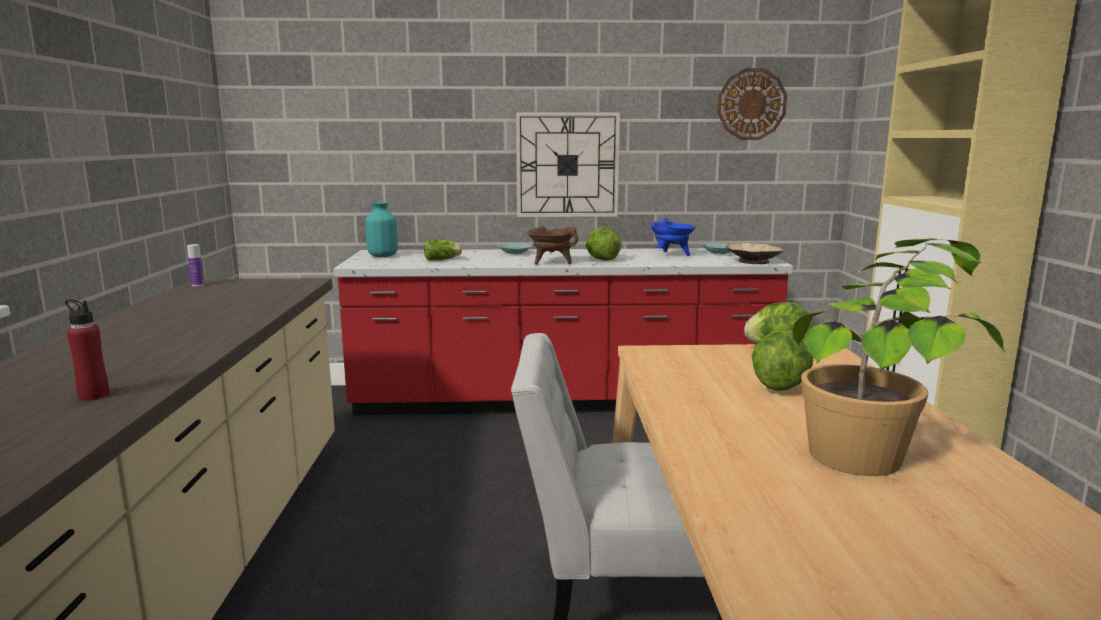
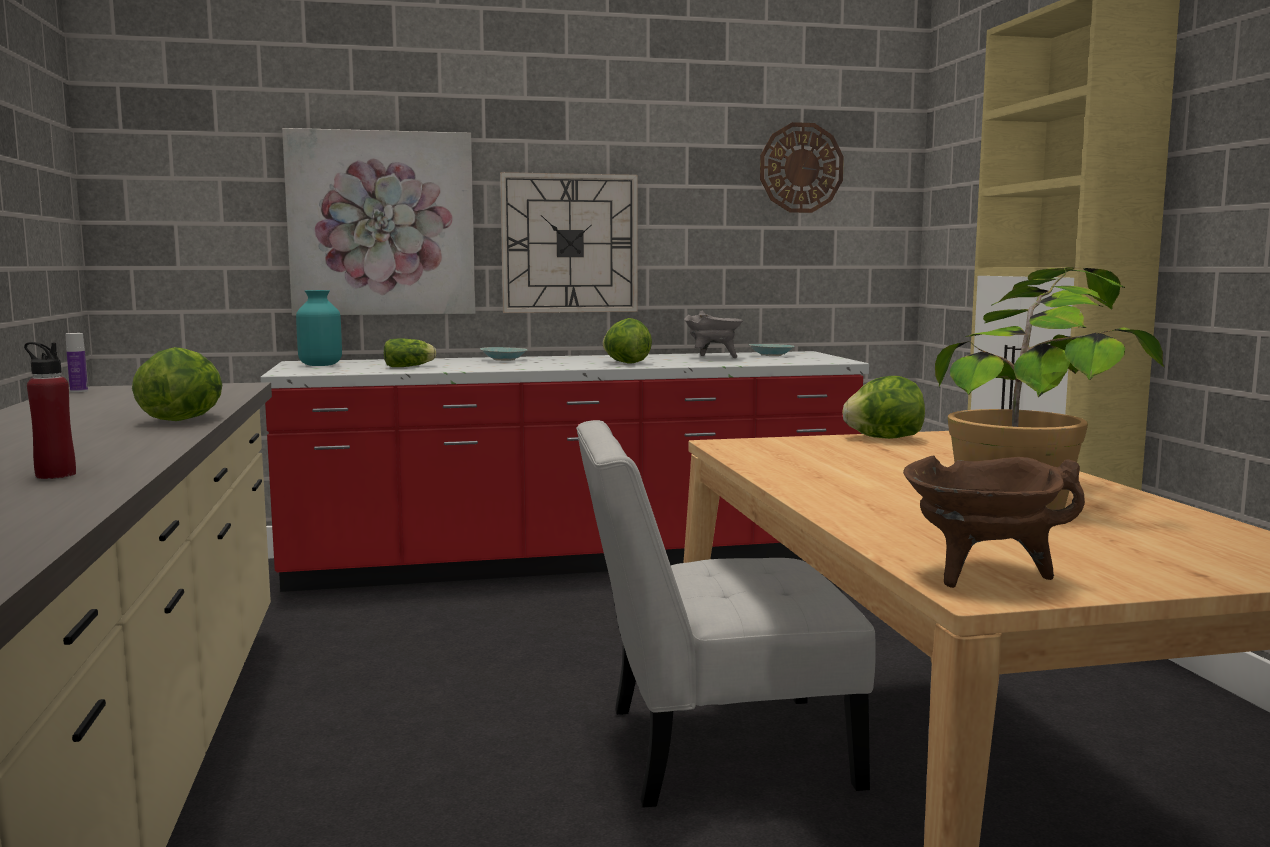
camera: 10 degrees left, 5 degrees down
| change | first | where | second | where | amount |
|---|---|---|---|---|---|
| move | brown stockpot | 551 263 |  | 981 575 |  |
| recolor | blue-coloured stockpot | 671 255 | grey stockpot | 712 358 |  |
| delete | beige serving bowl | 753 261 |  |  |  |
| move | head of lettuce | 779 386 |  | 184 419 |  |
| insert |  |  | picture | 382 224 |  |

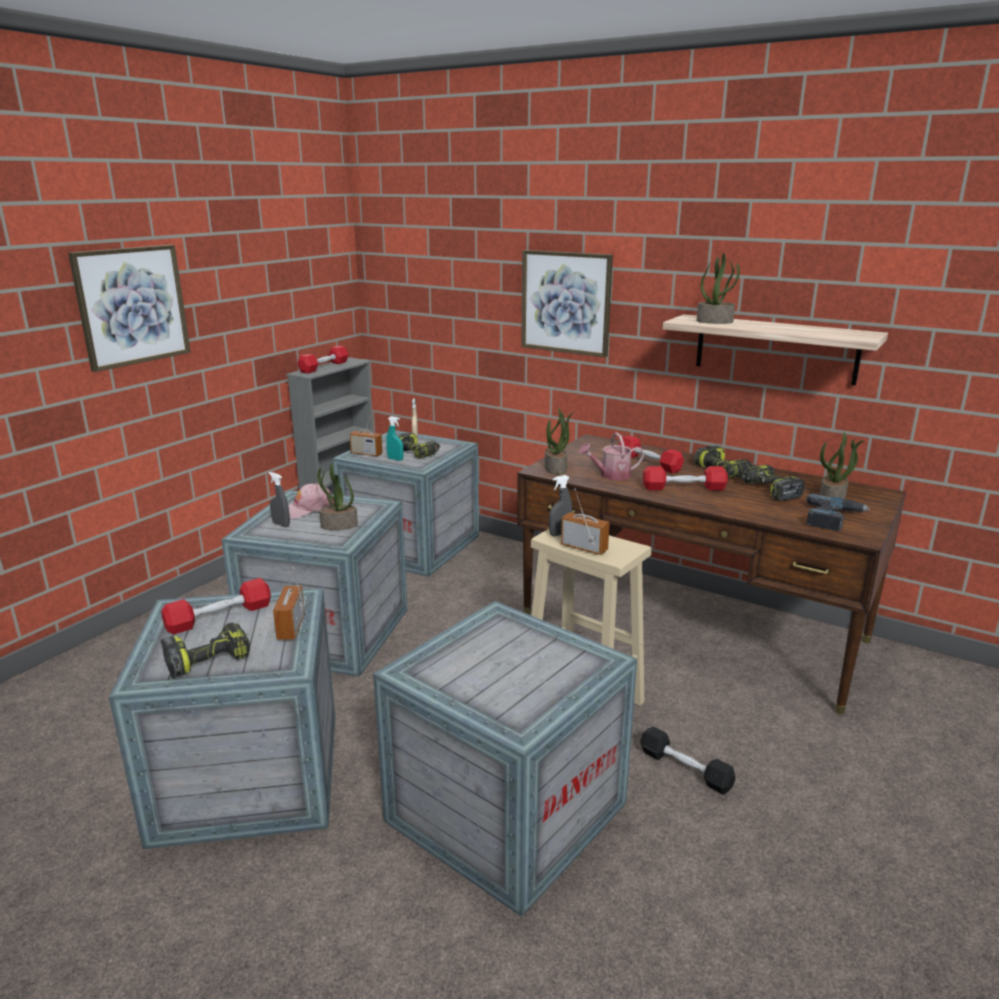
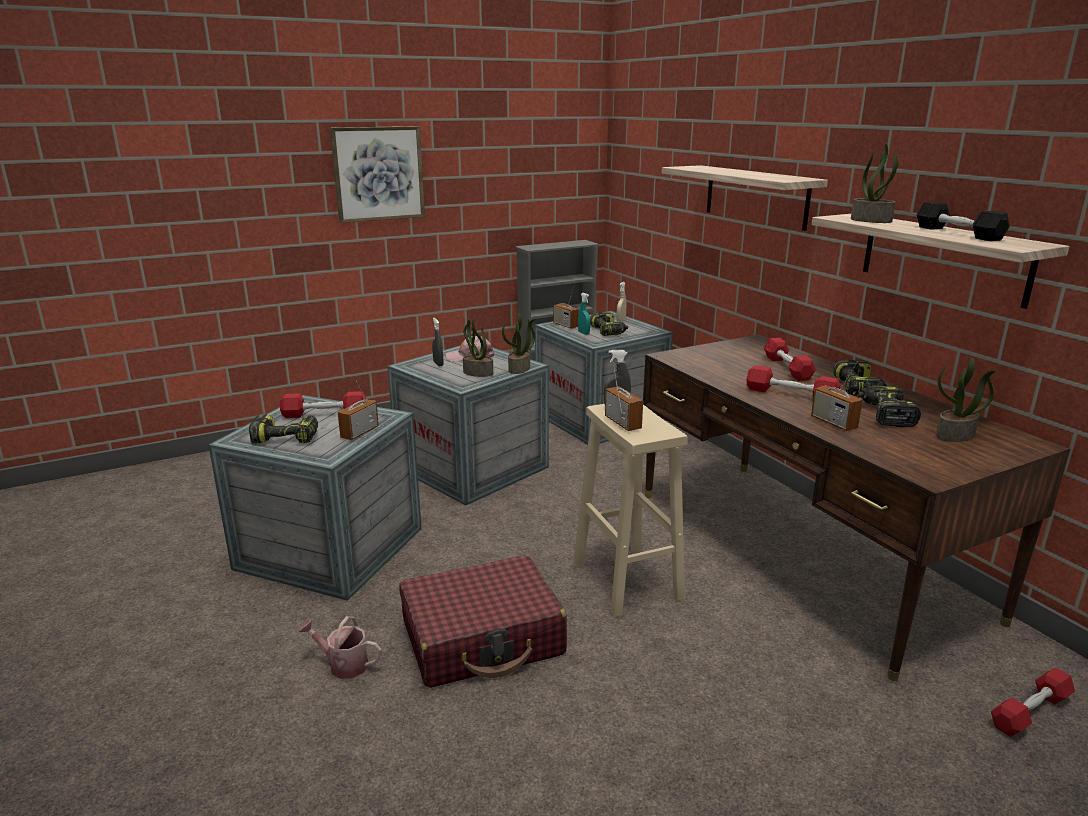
camera: 30 degrees right, 0 degrees up
| change | first | where | second | where | amount |
|---|---|---|---|---|---|
| move | red hand weight | 324 367 |  | 1030 711 |  |
| replace | crate | 508 810 | red piece of luggage | 483 638 |  |
| replace | picture | 566 302 | shelf | 755 196 |  |
| move | houseplant | 556 468 |  | 519 369 |  |
| move | sprinkling can | 611 475 |  | 343 664 |  |
| move | black hand weight | 685 769 |  | 957 233 |  |
| delete | electric drill | 833 518 |  |  |  |
| insert |  |  | radio | 833 423 |  |

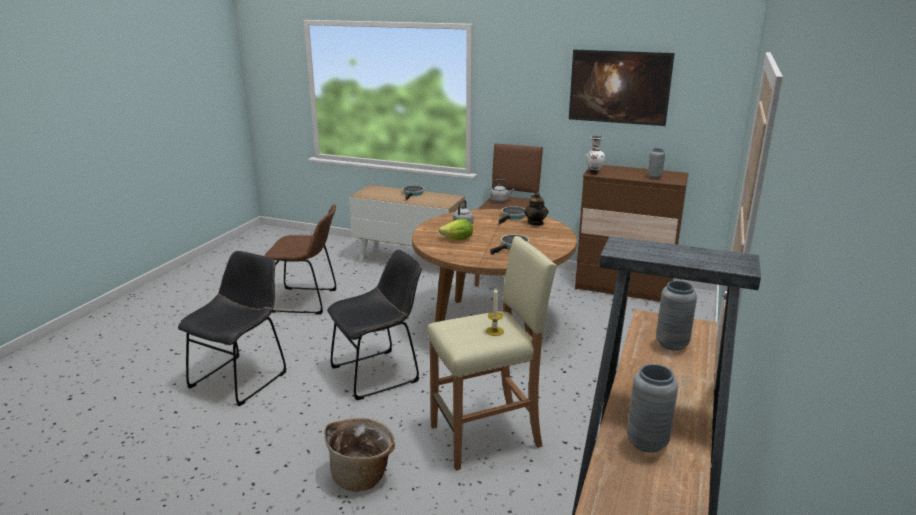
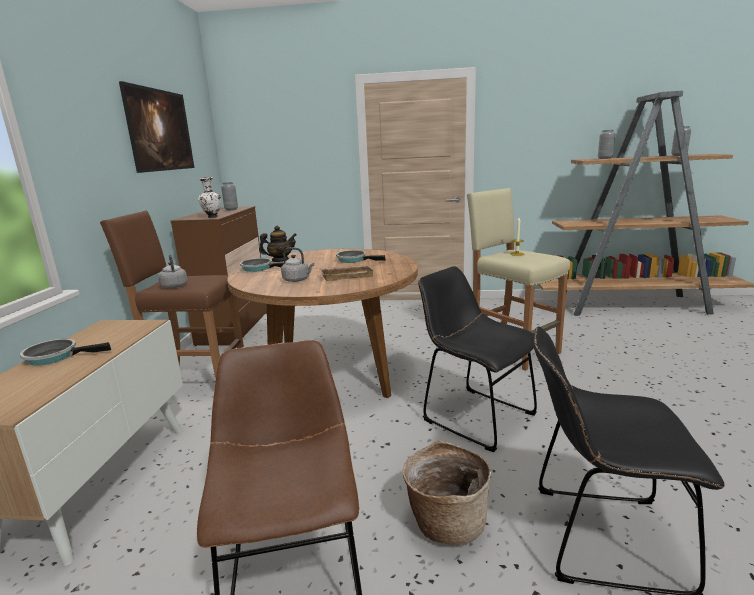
camera: 105 degrees left, 5 degrees down
| change | first | where | second | where | amount |
|---|---|---|---|---|---|
| move | basket | 362 475 |  | 445 521 |  |
| replace | head of lettuce | 458 239 | beige carrying tray | 347 276 |  |

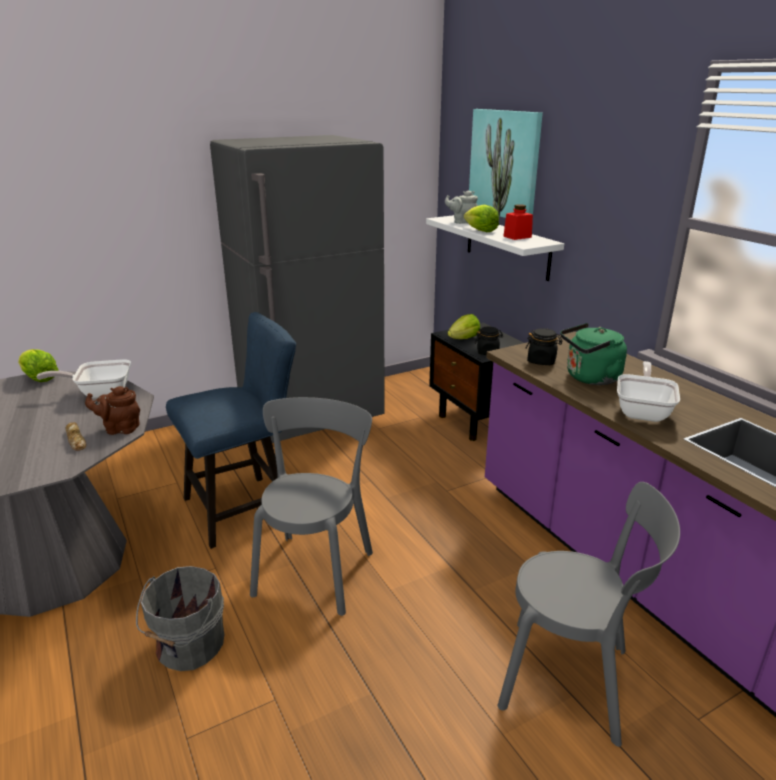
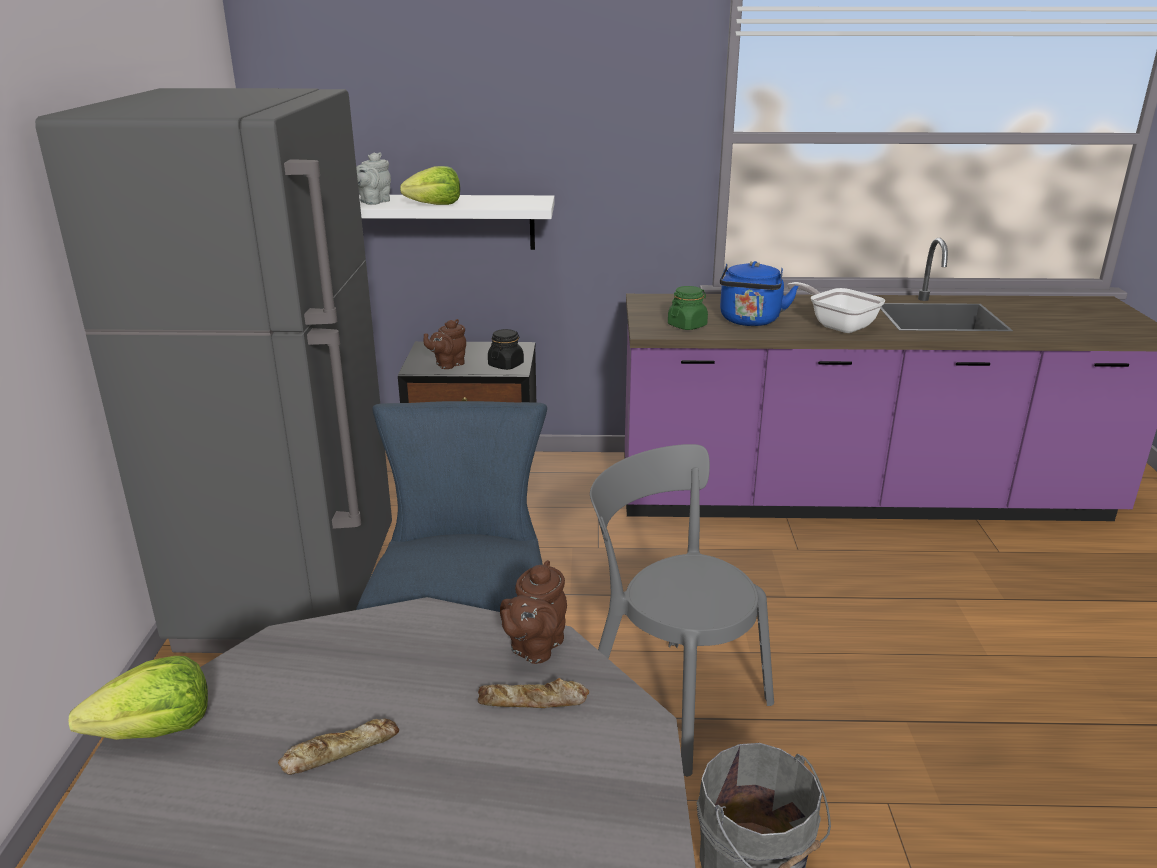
camera: 60 degrees left, 0 degrees up
| change | first | where | second | where | amount |
|---|---|---|---|---|---|
| delete | frying pan | 100 393 |  |  |  |
| replace | head of lettuce | 464 339 | brown pot for tea | 448 364 |  |
| delete | picture | 504 164 |  |  |  |
| delete | grey upright chair | 572 680 |  |  |  |
| delete | red storage jar | 517 237 |  |  |  |
| recolor | black storage jar | 541 361 | greenish storage jar | 687 325 |  |
| recolor | greenish water kettle | 590 378 | blue-coloured water kettle | 750 321 |  |
| insert |  |  | baked bread | 340 751 |  |

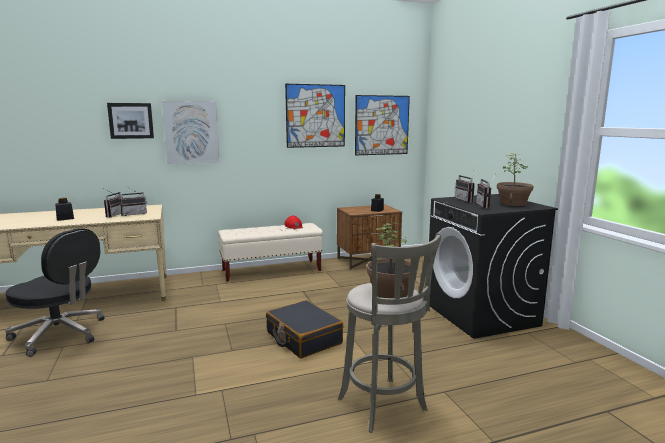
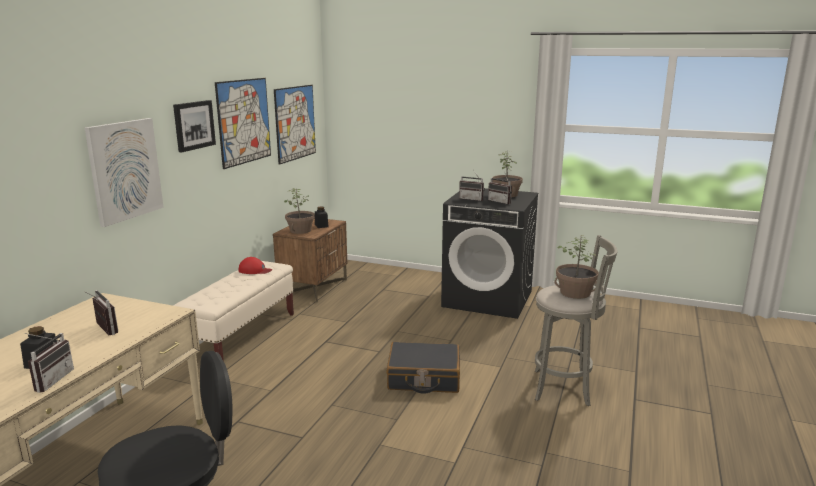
camera: 50 degrees left, 5 degrees up
| change | first | where | second | where | amount |
|---|---|---|---|---|---|
| move | picture | 131 120 |  | 193 125 |  |
| move | radio | 134 214 |  | 50 380 |  |
| insert |  |  | houseplant | 300 230 |  |

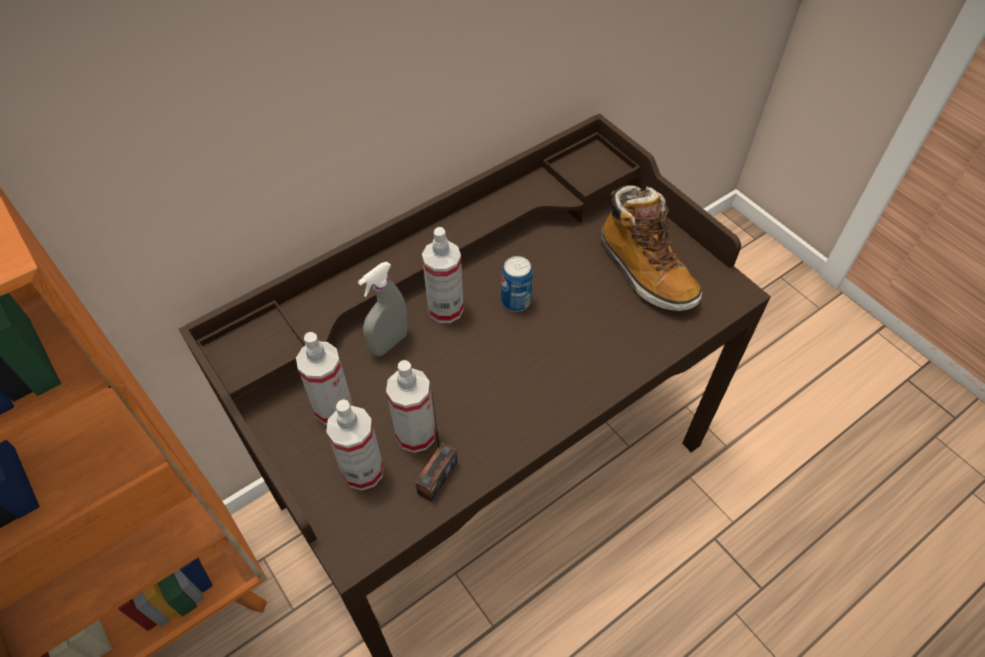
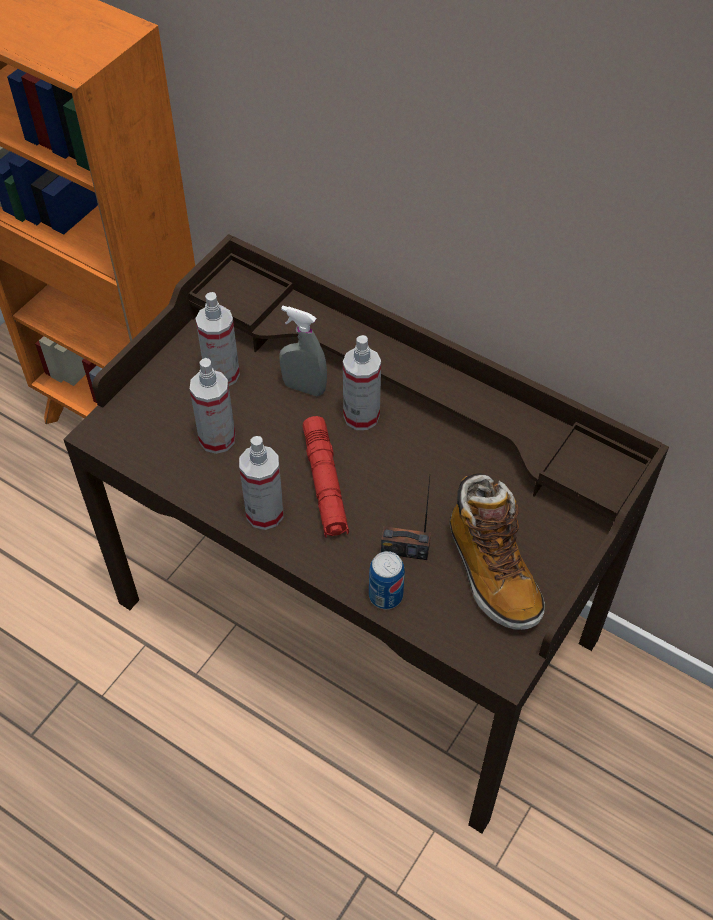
camera: 70 degrees right, 0 degrees up
| change | first | where | second | where | amount |
|---|---|---|---|---|---|
| move | sprayer | 363 471 |  | 264 513 |  |
| move | radio | 437 477 |  | 405 549 |  |
| move | metal can | 516 301 |  | 385 595 |  |
| rotate | tall boot | 645 271 |  | 491 572 | 60 degrees counterclockwise |
| insert |  |  | red hand torch | 325 483 |  |

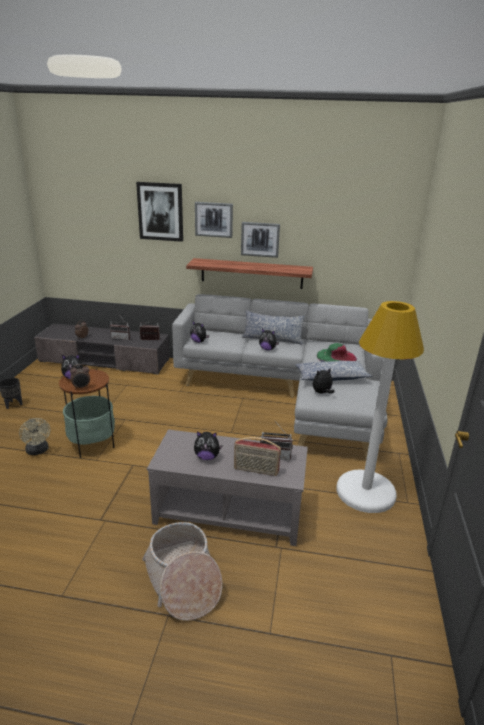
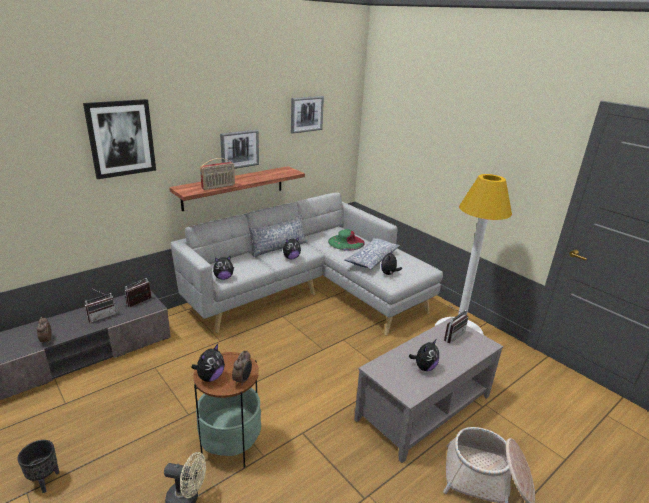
camera: 50 degrees left, 0 degrees up
| change | first | where | second | where | amount |
|---|---|---|---|---|---|
| move | picture | 214 219 |  | 306 114 |  |
| move | radio | 256 470 |  | 218 187 |  |

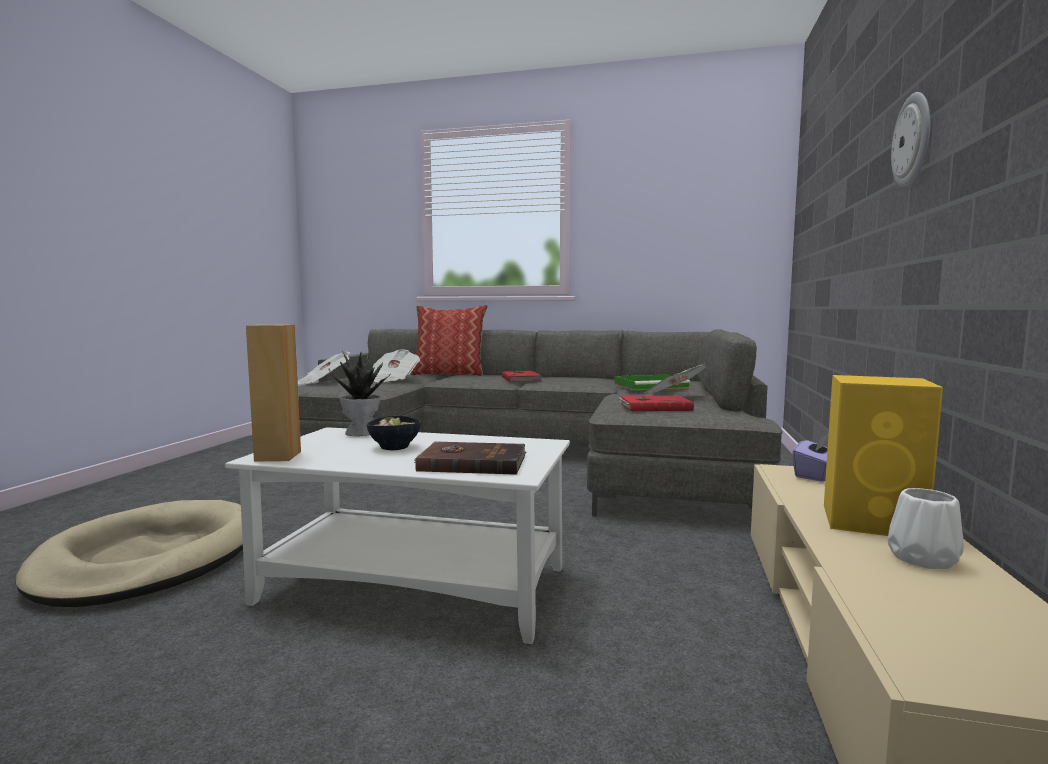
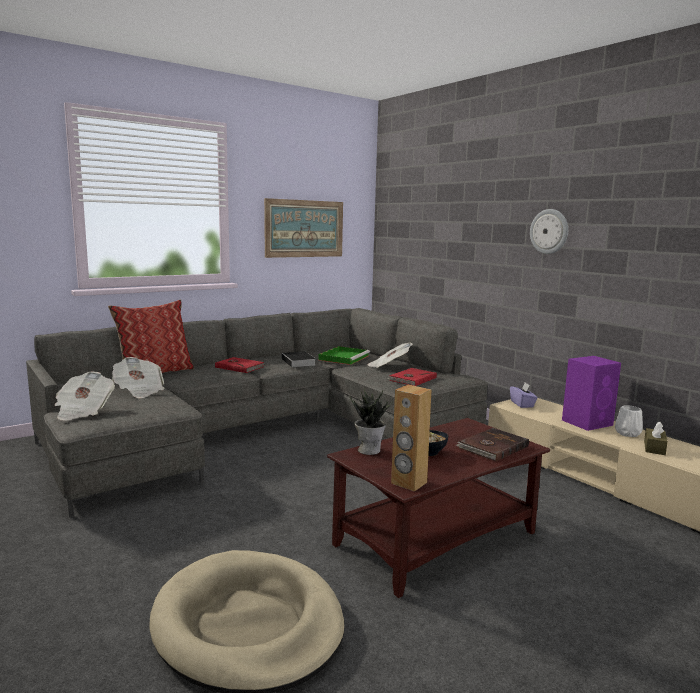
camera: 50 degrees left, 5 degrees up
| change | first | where | second | where | amount |
|---|---|---|---|---|---|
| recolor | whitish low table | 417 585 | brown low table | 436 538 |  |
| recolor | yellow audio speaker | 875 522 | purple-coloured audio speaker | 588 422 |  |
| insert |  |  | picture | 304 228 |  |
| insert |  |  | book | 299 362 |  |
| insert |  |  | brown tissue box | 654 448 |  |

